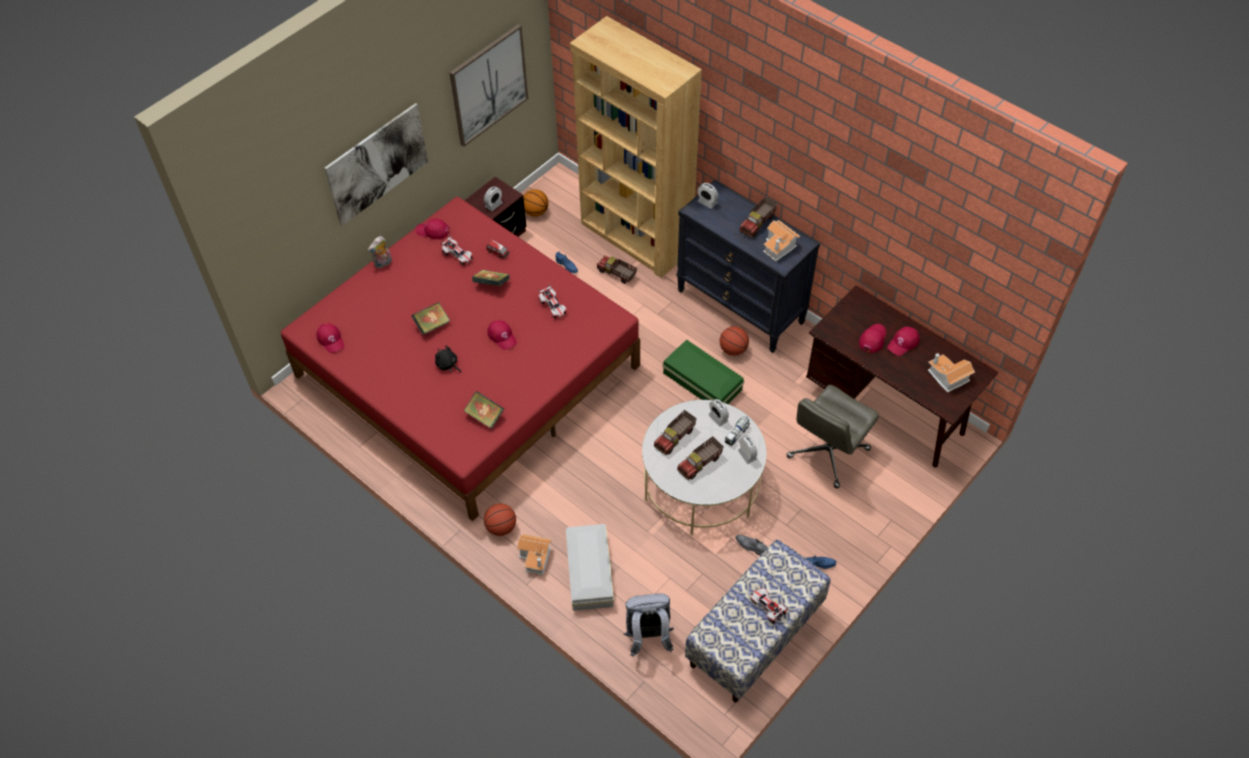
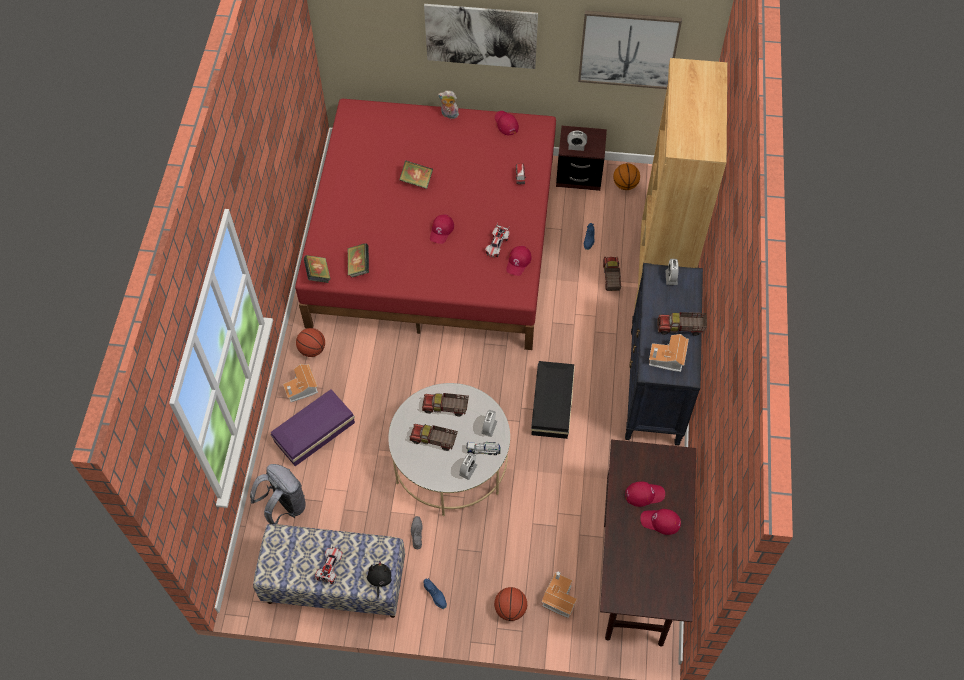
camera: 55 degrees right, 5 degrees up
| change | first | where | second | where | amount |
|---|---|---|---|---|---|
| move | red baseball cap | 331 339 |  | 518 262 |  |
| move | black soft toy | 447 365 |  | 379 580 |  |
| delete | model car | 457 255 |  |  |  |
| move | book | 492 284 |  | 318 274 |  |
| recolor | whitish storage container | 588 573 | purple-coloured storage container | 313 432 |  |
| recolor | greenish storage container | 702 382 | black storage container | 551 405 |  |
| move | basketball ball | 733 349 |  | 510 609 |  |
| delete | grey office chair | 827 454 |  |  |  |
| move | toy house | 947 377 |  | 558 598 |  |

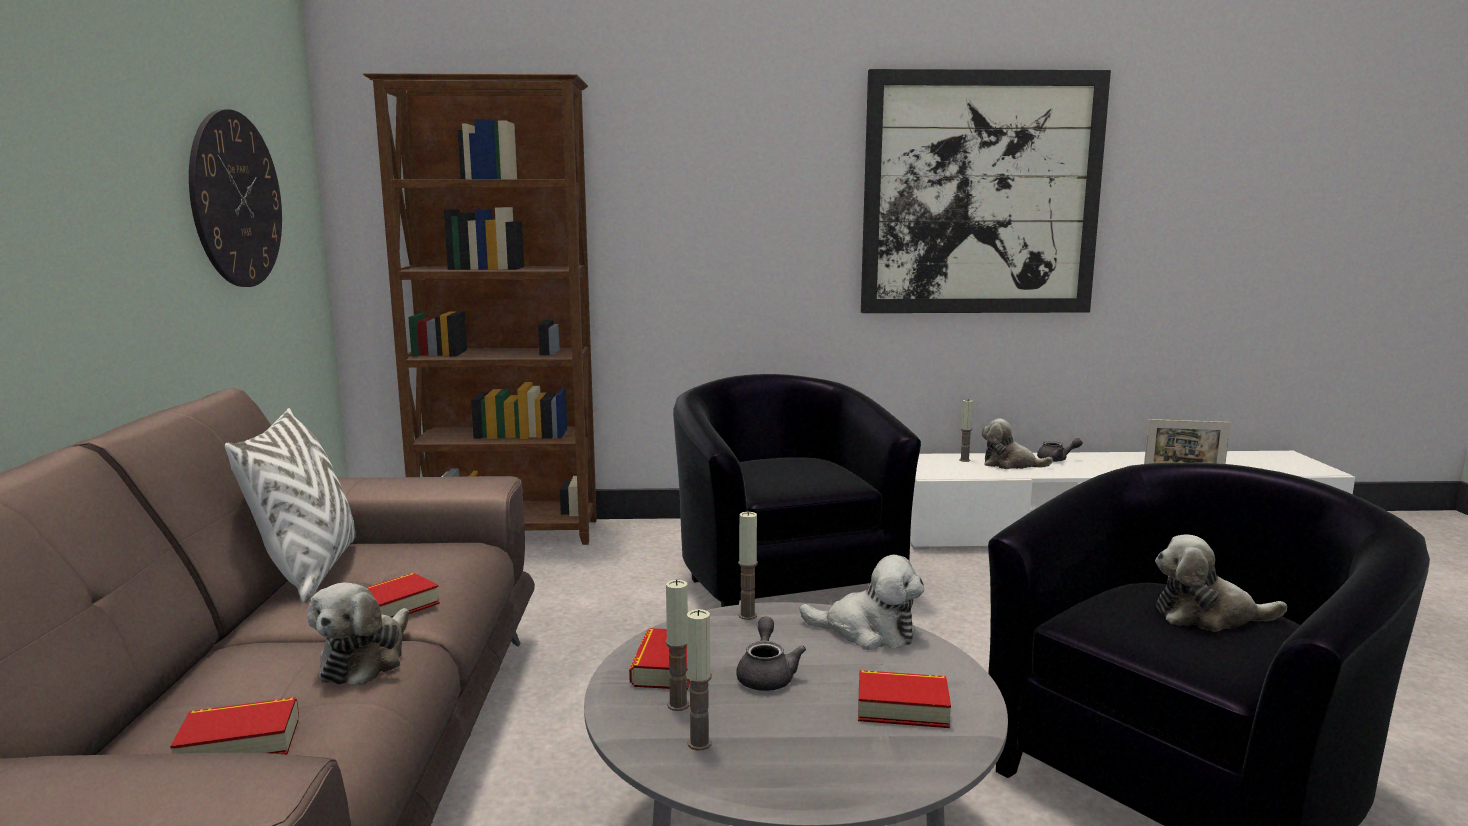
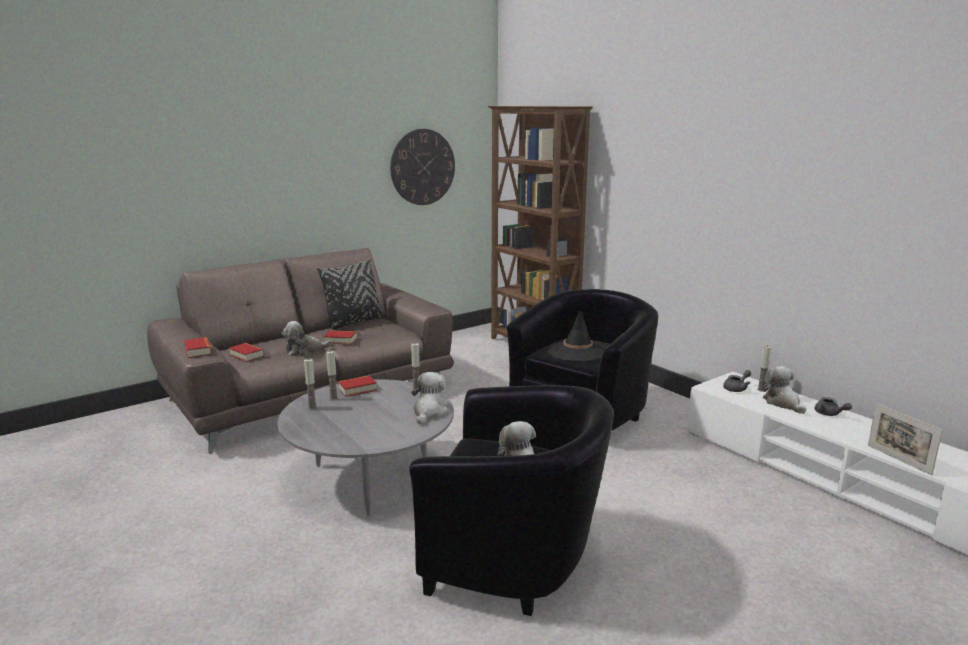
camera: 55 degrees right, 5 degrees up
| change | first | where | second | where | amount |
|---|---|---|---|---|---|
| recolor | whitish cushion | 309 571 | black cushion | 354 322 |  |
| move | grey pot for tea | 766 675 |  | 737 388 |  |
| rotate | soft toy | 868 632 |  | 429 412 | 150 degrees counterclockwise |
| move | book | 902 707 |  | 198 351 |  |
| delete | picture | 980 194 |  |  |  |
| insert |  |  | black wearable hat | 577 351 |  |

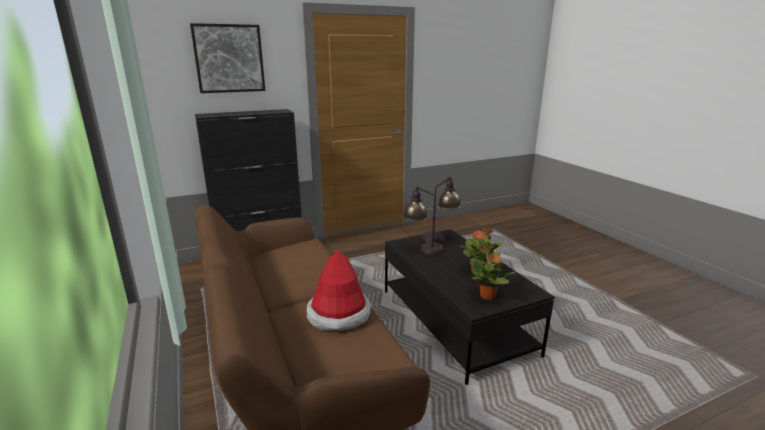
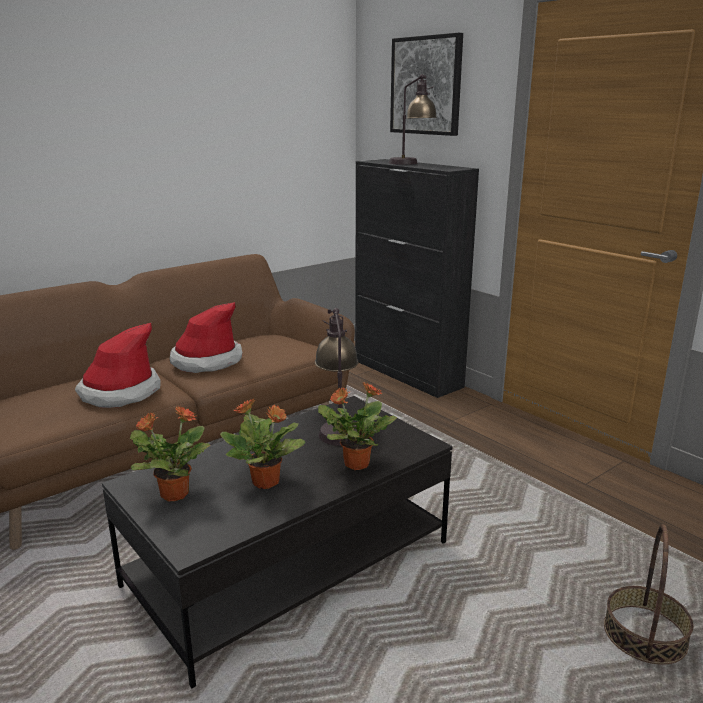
camera: 75 degrees right, 0 degrees up
| change | first | where | second | where | amount |
|---|---|---|---|---|---|
| move | tabletop lamp | 440 237 |  | 411 164 |  |
| insert |  |  | wearable hat | 206 361 |  |
| insert |  |  | houseplant | 355 464 |  |
| insert |  |  | basket | 644 634 |  |

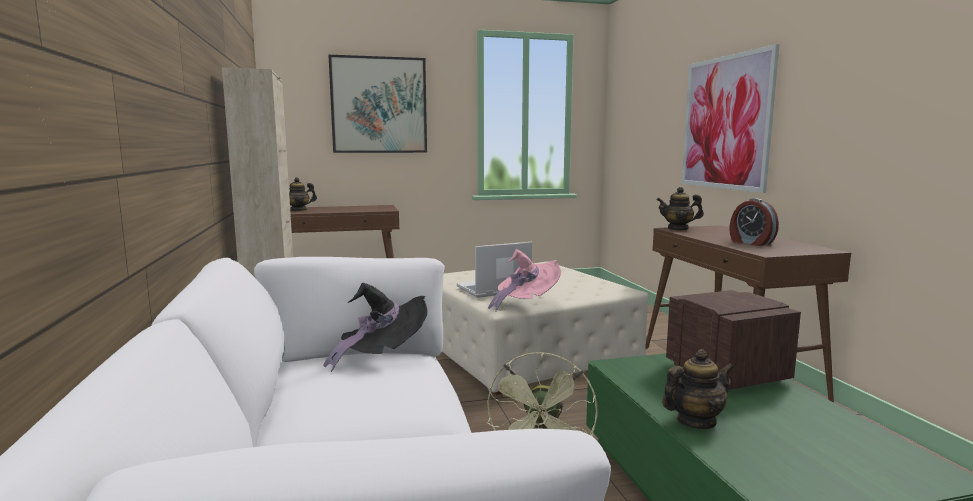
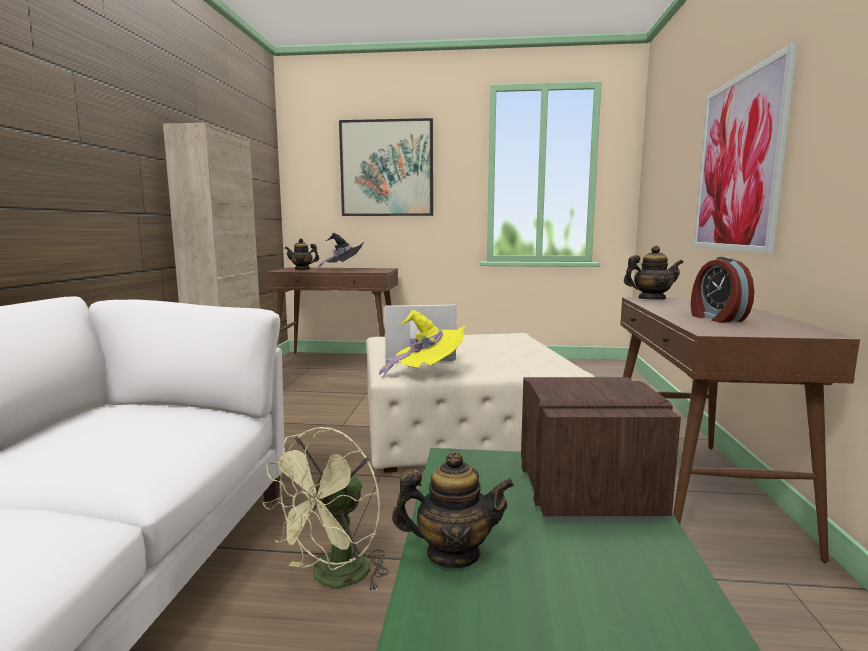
camera: 20 degrees right, 0 degrees up
| change | first | where | second | where | amount |
|---|---|---|---|---|---|
| move | black wearable hat | 382 355 |  | 343 269 |  |
| recolor | pink wearable hat | 525 303 | yellow wearable hat | 427 373 |  |
| rotate | pot for tea | 678 229 |  | 651 299 | 150 degrees clockwise |

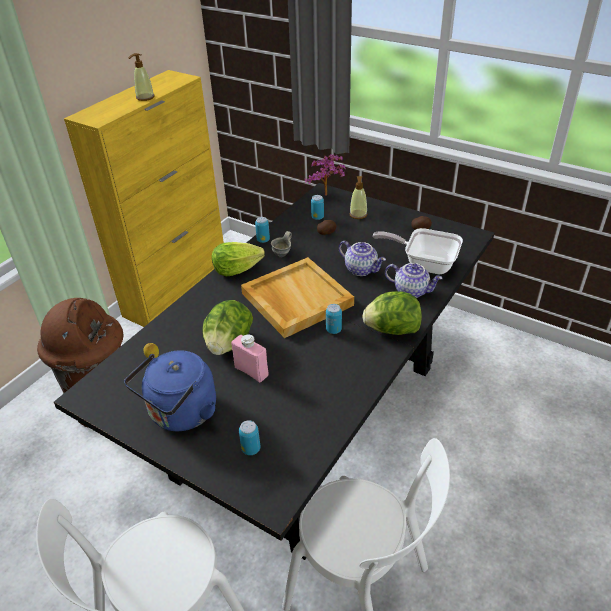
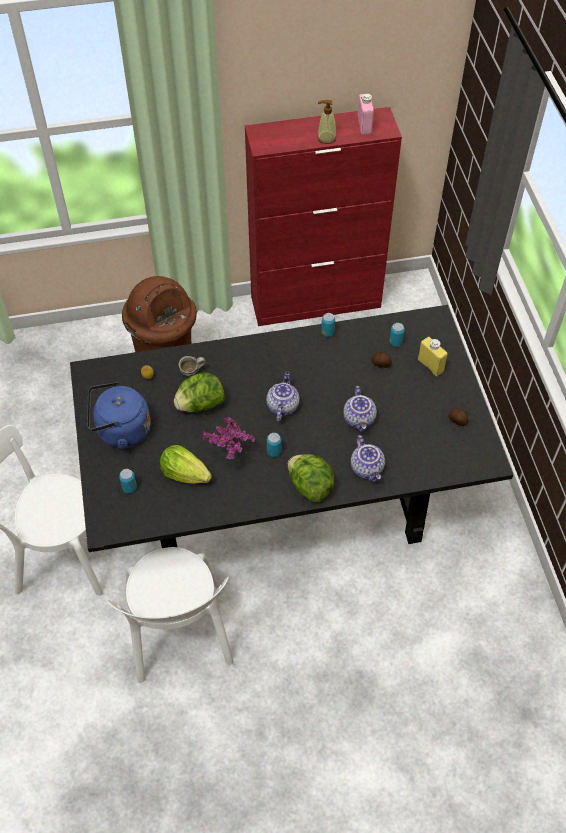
camera: 45 degrees right, 15 degrees up
| change | first | where | second | where | amount |
|---|---|---|---|---|---|
| recolor | yellow cabinet | 177 289 | red cabinet | 316 302 |  |
| move | head of lettuce | 236 270 |  | 185 473 |  |
| move | pink beverage bottle | 251 371 |  | 364 125 |  |
| replace | beige carrying tray | 296 299 | pot for tea | 282 406 |  |
| move | grey tea mug | 283 254 |  | 192 373 |  |
| move | houseplant | 327 196 |  | 231 457 |  |
| replace | liquid soap bottle | 358 215 | yellow beverage bottle | 430 365 |  |
| delete | frying pan | 424 264 |  |  |  |

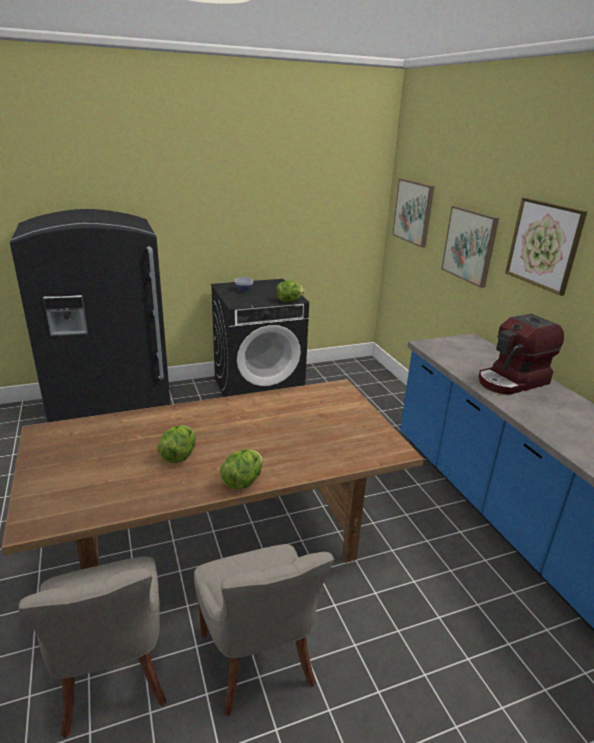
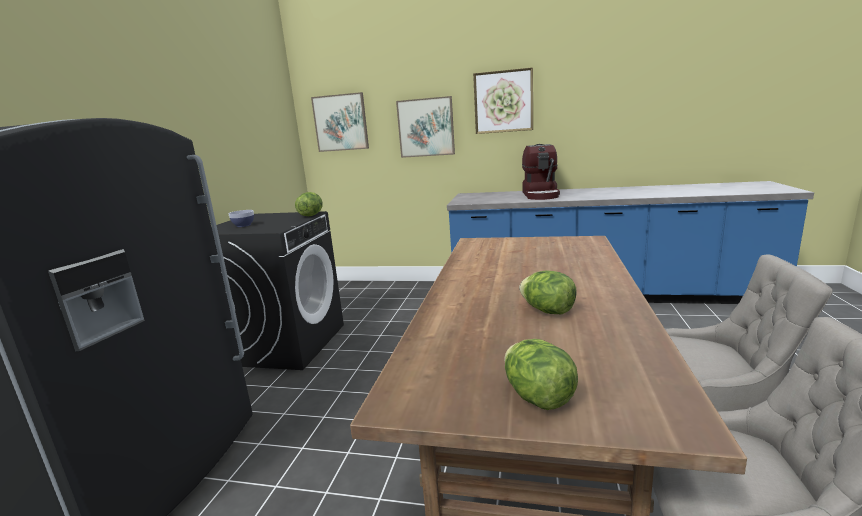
camera: 55 degrees left, 10 degrees down
| change | first | where | second | where | amount |
|---|---|---|---|---|---|
| move | head of lettuce | 242 482 |  | 537 397 |  |

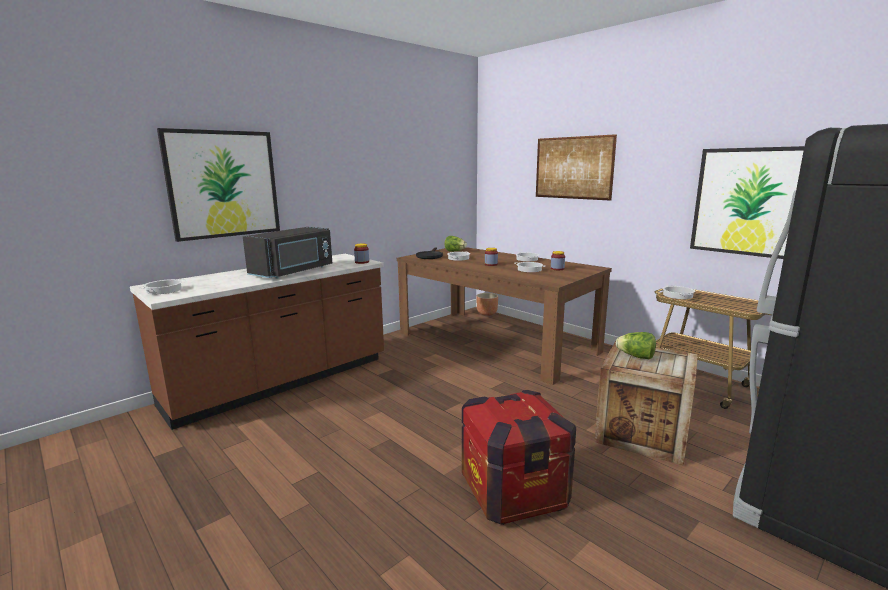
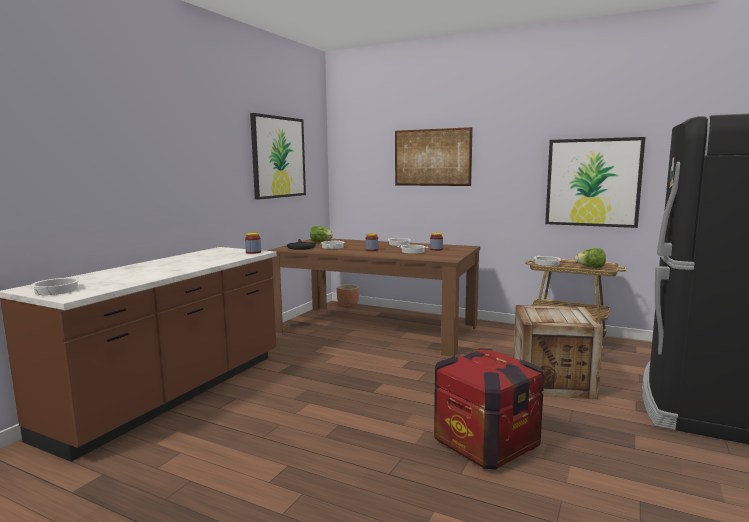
camera: 20 degrees left, 5 degrees down
| change | first | where | second | where | amount |
|---|---|---|---|---|---|
| move | picture | 223 184 |  | 278 157 |  |
| delete | black microwave | 294 272 |  |  |  |
| move | head of lettuce | 636 356 |  | 590 267 |  |

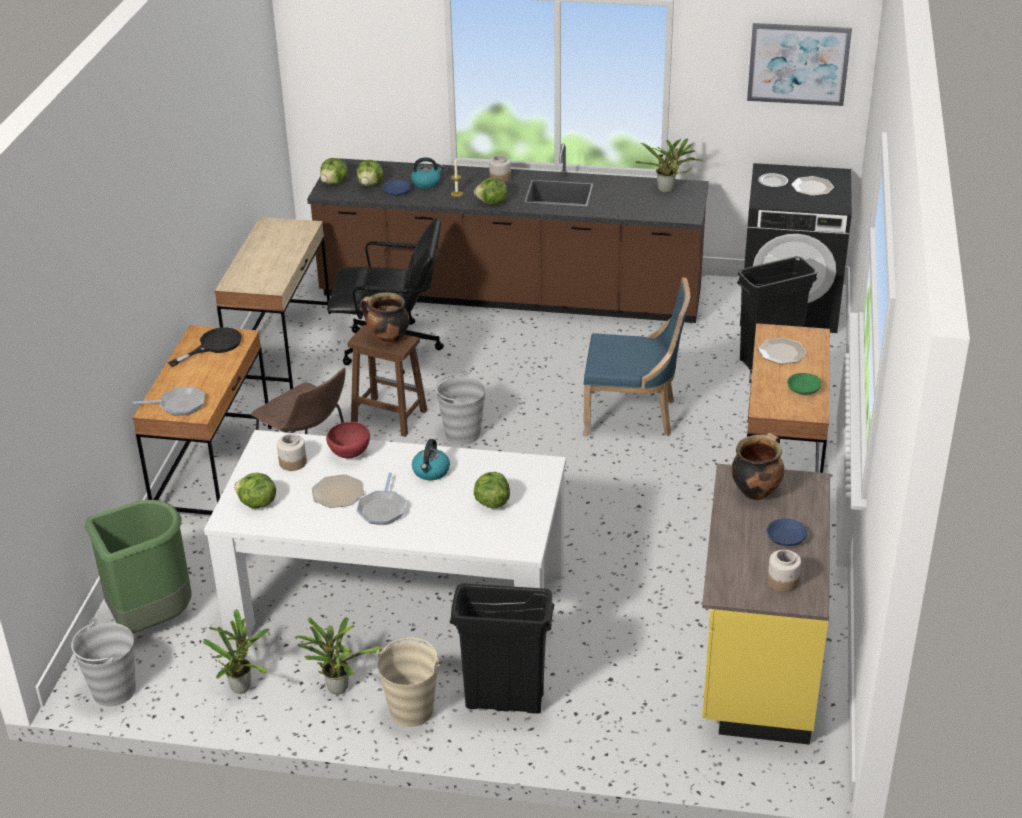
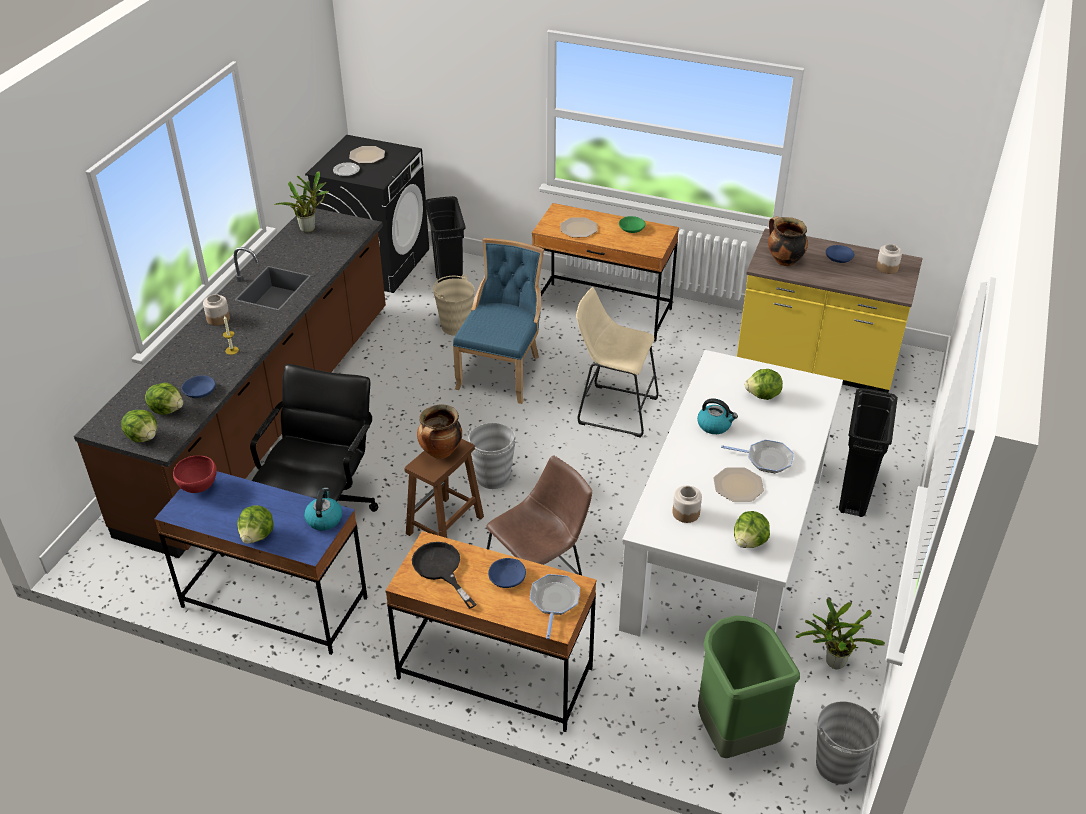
camera: 80 degrees left, 5 degrees up
| change | first | where | second | where | amount |
|---|---|---|---|---|---|
| recolor | beige desk | 282 348 | blue-coloured desk | 274 602 |  |
| delete | houseplant | 336 686 |  |  |  |
| move | red serving bowl | 350 454 |  | 198 487 |  |
| move | beige pail | 412 710 |  | 455 326 |  |
| move | water kettle | 426 183 |  | 324 519 |  |
| move | head of lettuce | 492 203 |  | 257 536 |  |
| delete | picture | 798 64 |  |  |  |
| insert |  |  | blue-coloured serving bowl | 507 577 |  |
| insert |  |  | beige stool | 613 409 |  |

